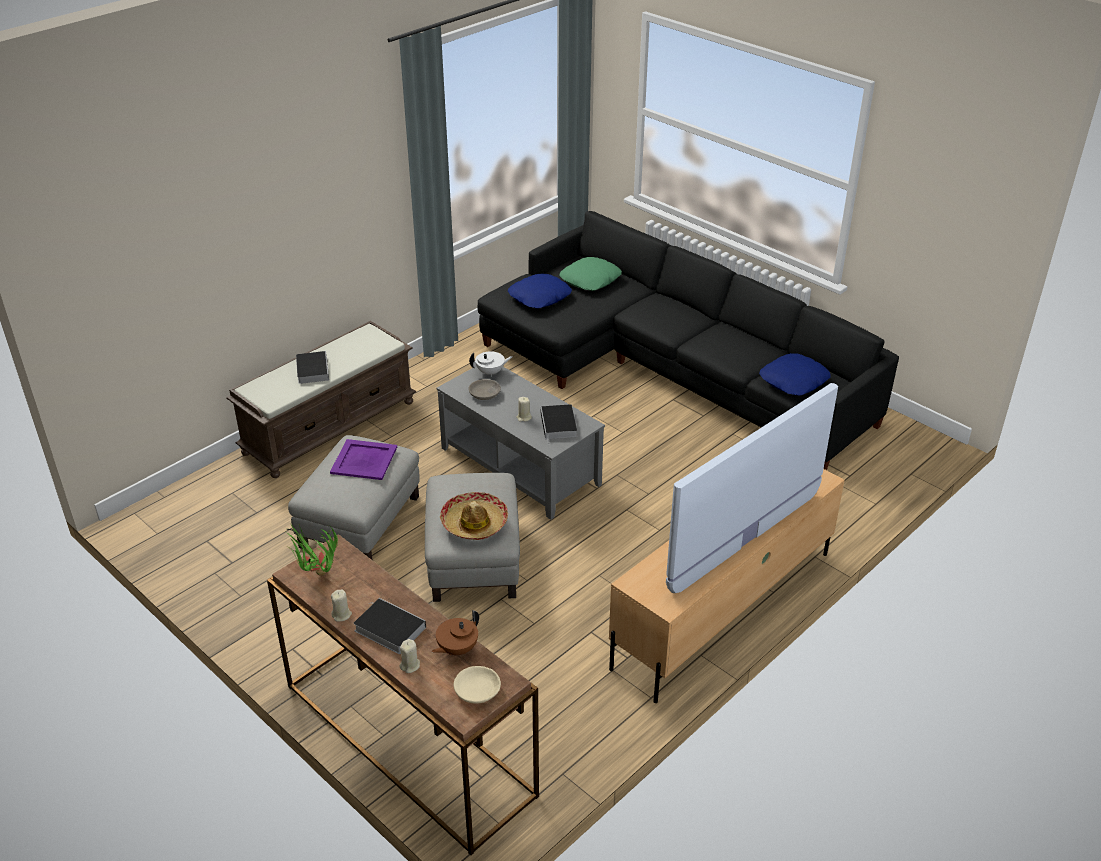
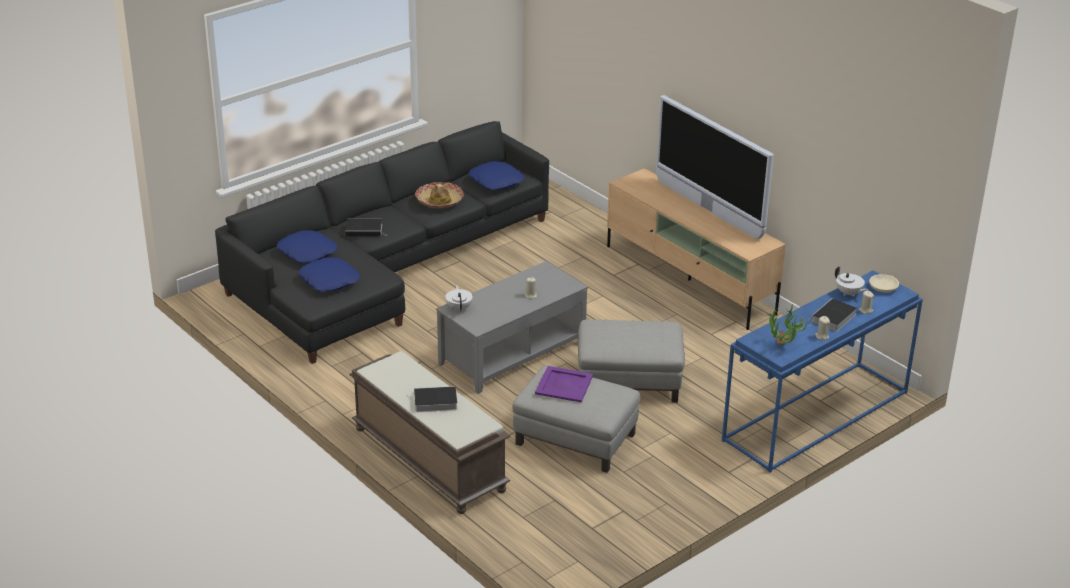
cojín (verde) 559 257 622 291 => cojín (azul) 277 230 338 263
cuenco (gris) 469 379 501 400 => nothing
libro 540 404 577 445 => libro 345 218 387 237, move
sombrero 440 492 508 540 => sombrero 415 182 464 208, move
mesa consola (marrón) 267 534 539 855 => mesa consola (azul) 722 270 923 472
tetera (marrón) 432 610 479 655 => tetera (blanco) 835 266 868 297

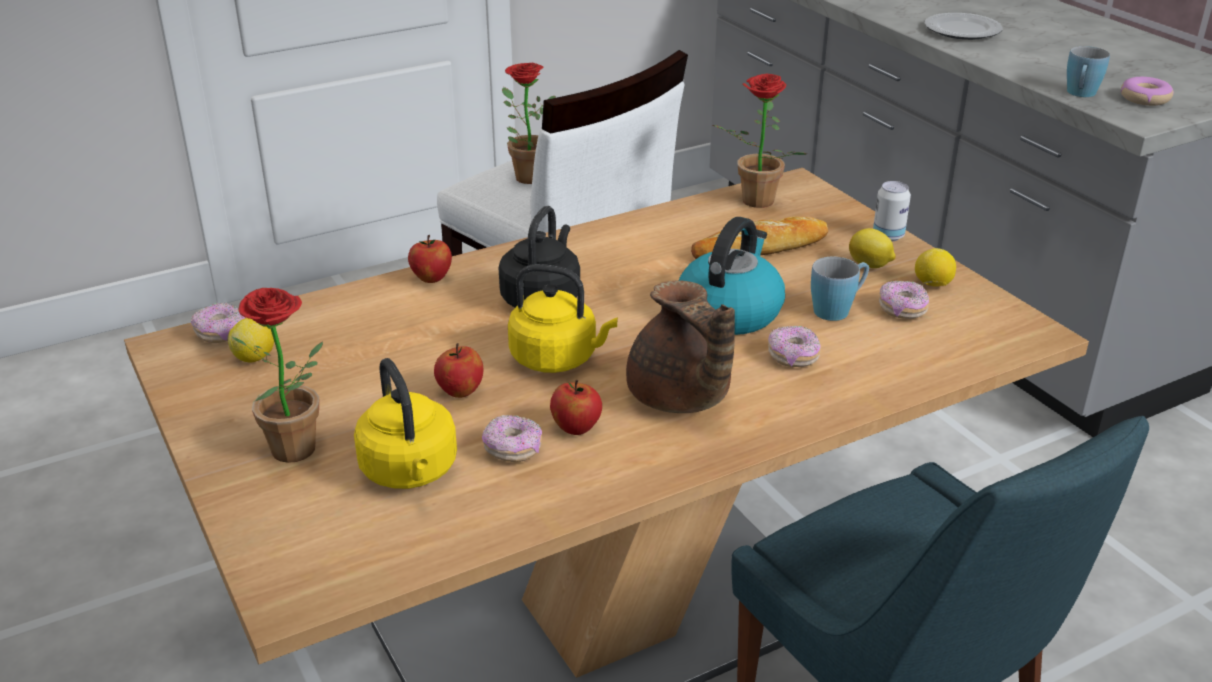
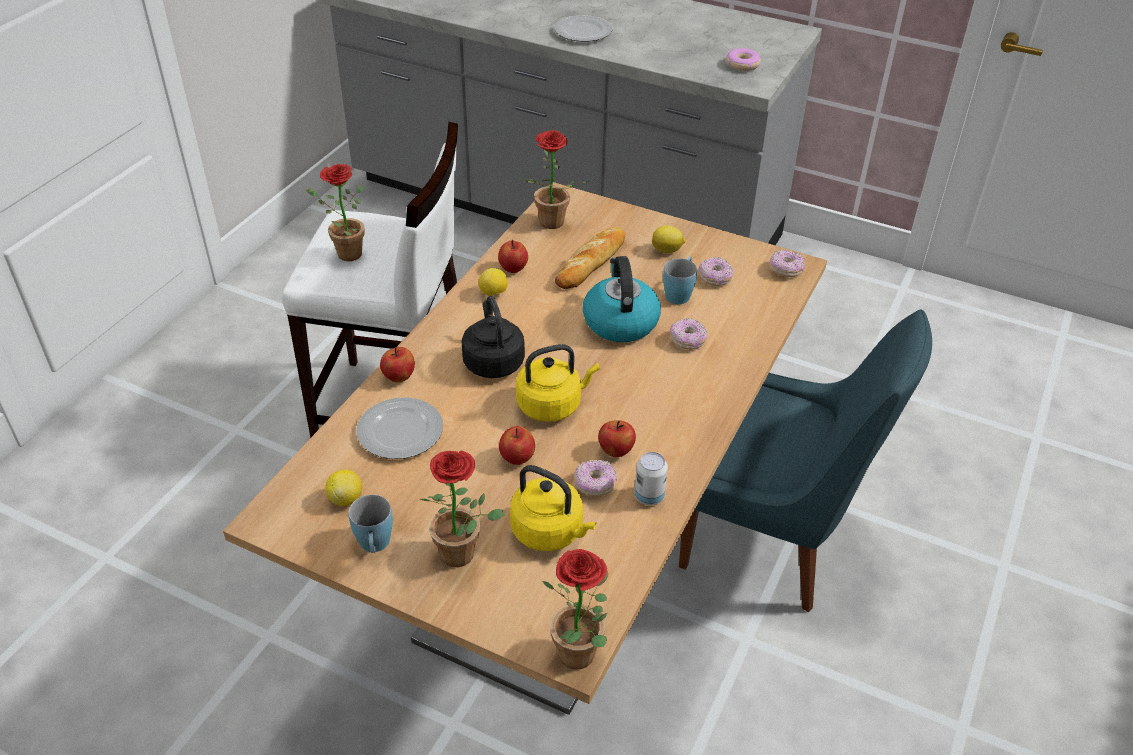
taza grande (azul) 1067 46 1110 97 => taza grande (azul) 348 495 393 553, move
lata 873 181 911 241 => lata 635 452 668 505, move
limón 915 248 956 287 => limón 478 268 508 296, move
tetera (marrón) 626 281 735 413 => nothing
rosquilla 191 303 245 343 => rosquilla 770 250 805 277, move
nothing => manzana 498 239 528 273
nothing => plato 356 397 443 459
nothing => planta en maceta 542 549 608 669

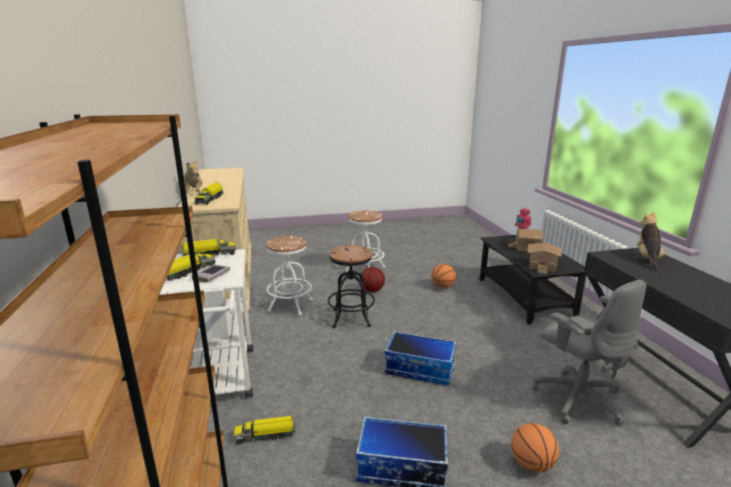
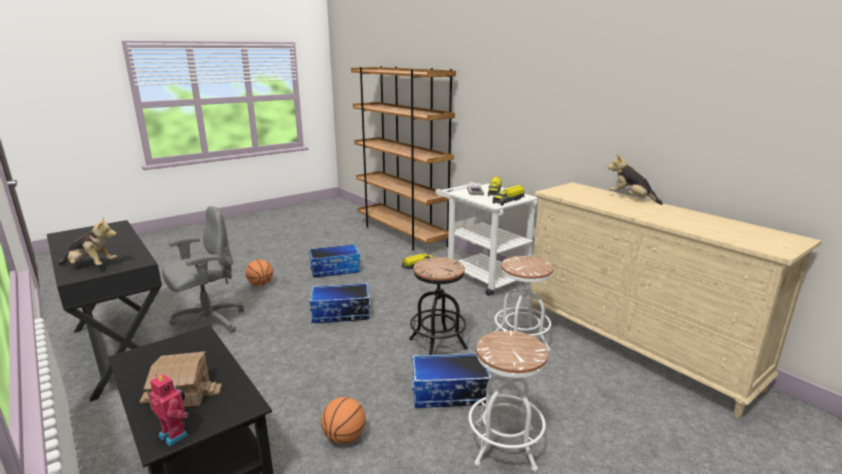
camión de juguete 195 183 224 205 => nothing
peluche 636 212 668 270 => peluche 58 217 117 265, 75 degrees counterclockwise
casita 527 243 562 274 => nothing
balón de baloncesto 360 267 385 292 => caja de almacenaje 411 353 491 408
silla de oficina (gris) 533 280 646 426 => silla de oficina (gris) 162 206 244 334, 105 degrees clockwise

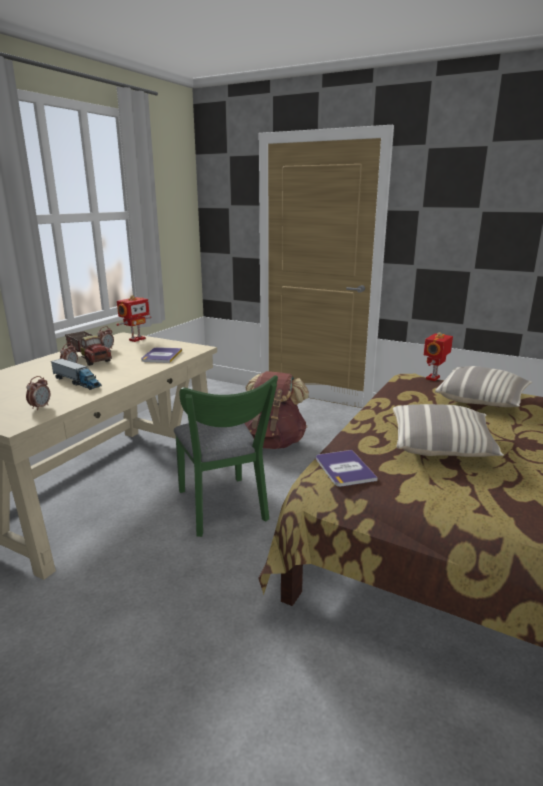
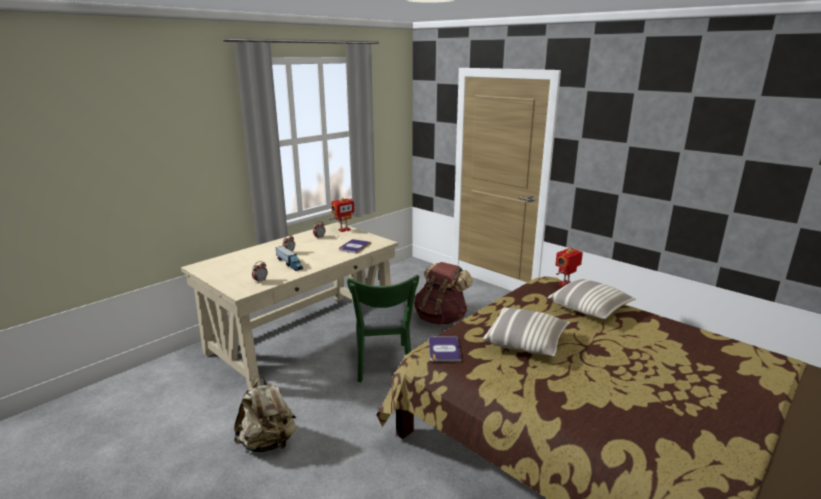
camión de juguete 65 331 112 366 => nothing
nothing => mochila (beis) 234 376 296 452

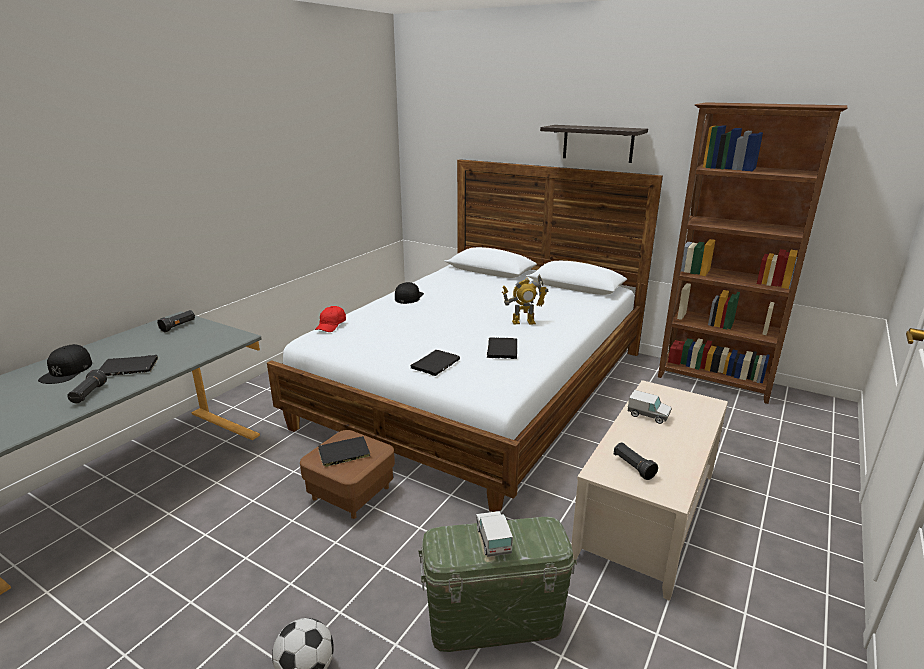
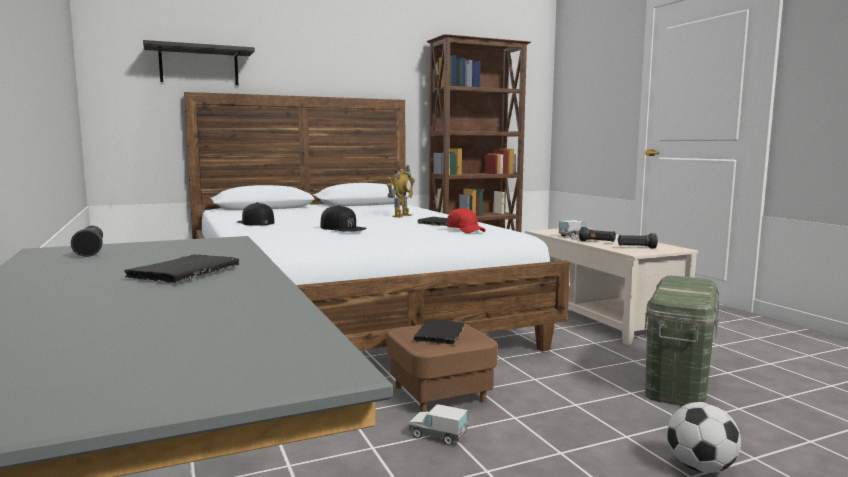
estante 540 125 648 163 => estante 143 40 255 85, move
gorra (rojo) 315 306 346 332 => gorra (rojo) 447 208 486 233, move
gorra (negro) 38 344 92 384 => gorra (negro) 321 205 367 232, move
libro (negro) 410 350 460 376 => nothing
linterna (negro) 67 369 107 403 => linterna (negro) 579 227 616 242, move
camión de juguete 476 511 513 557 => camión de juguete 409 404 468 446, move

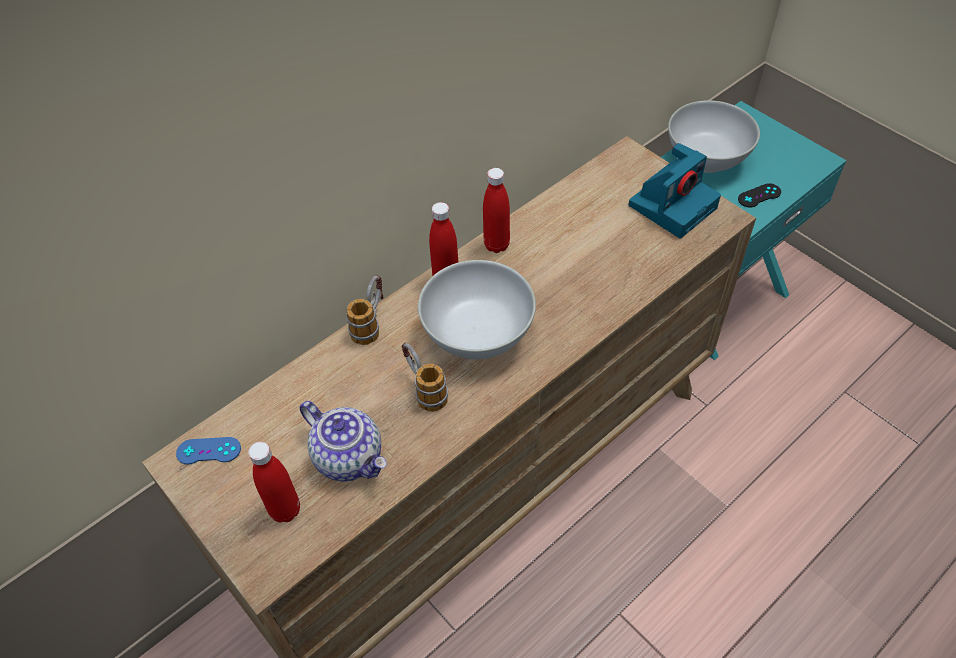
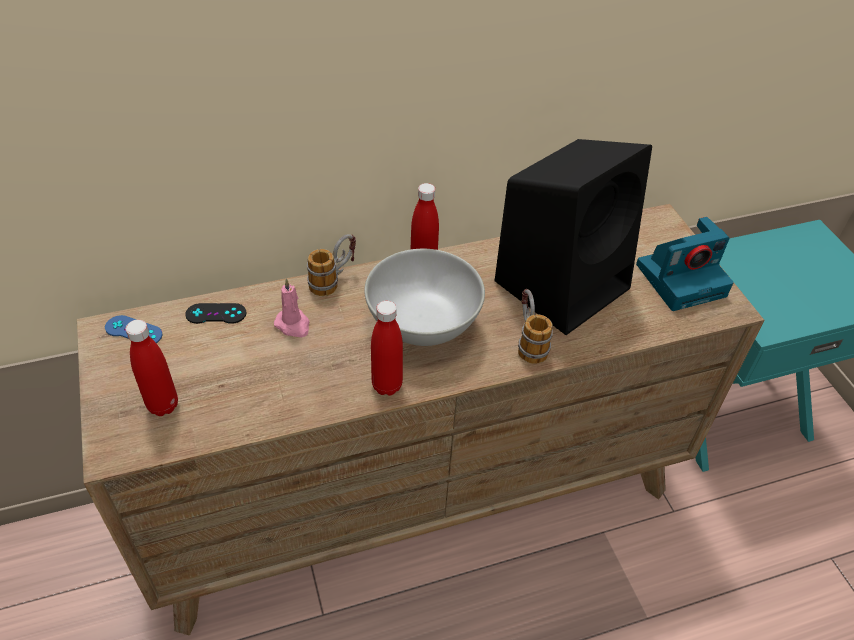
cuenco (blanco) 668 100 760 173 => nothing
botella (rojo) 483 168 510 253 => botella (rojo) 371 301 403 396, move
mando de consola (negro) 738 183 781 208 => mando de consola (negro) 185 303 246 324, move
taza grande 401 342 448 412 => taza grande 518 289 553 364, move
tetera 300 401 387 482 => nothing
nothing => altavoz (negro) 495 139 652 335
nothing => vela (rosa) 274 278 310 337

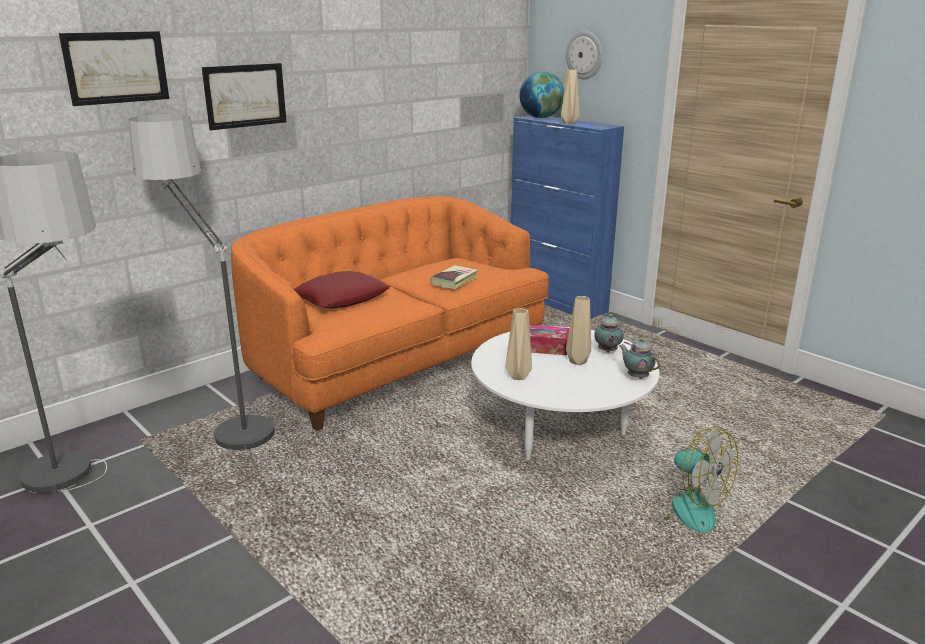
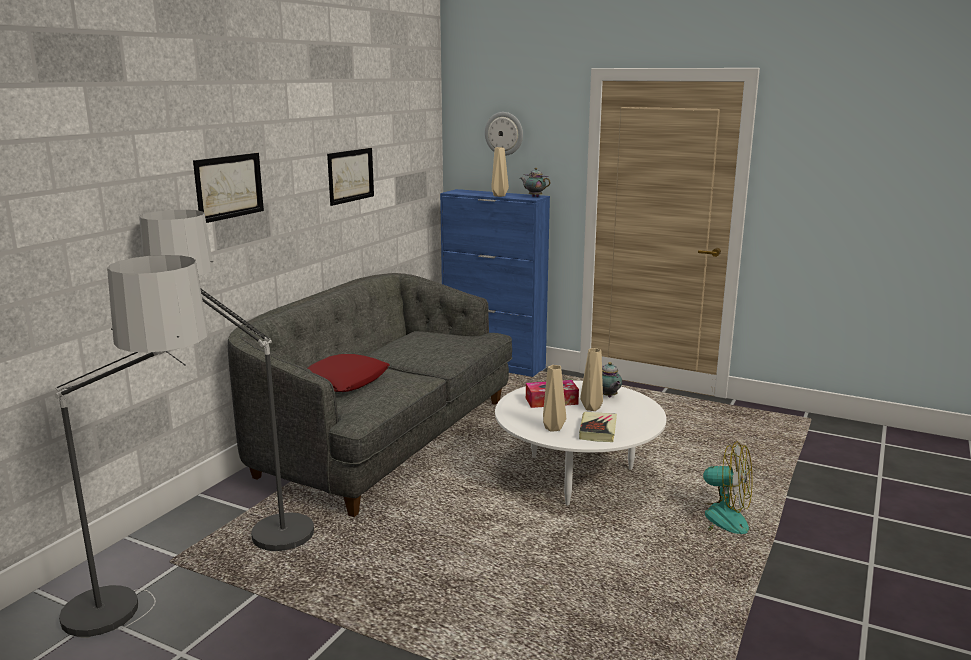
cuadro 59 31 169 106 => cuadro 327 148 374 206, move
globo terráqueo 519 71 564 118 => nothing
sofá (naranja) 231 196 549 431 => sofá (gris) 228 273 512 517
libro 431 265 478 289 => libro 579 412 617 442, move
tetera 619 338 661 379 => tetera 520 168 551 197, move

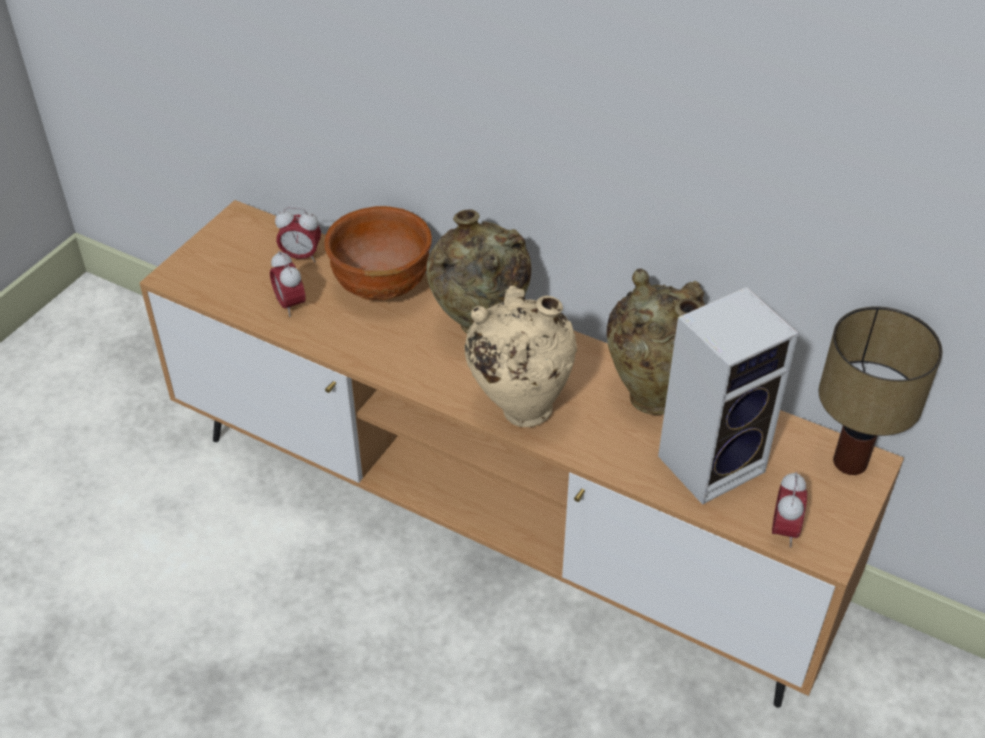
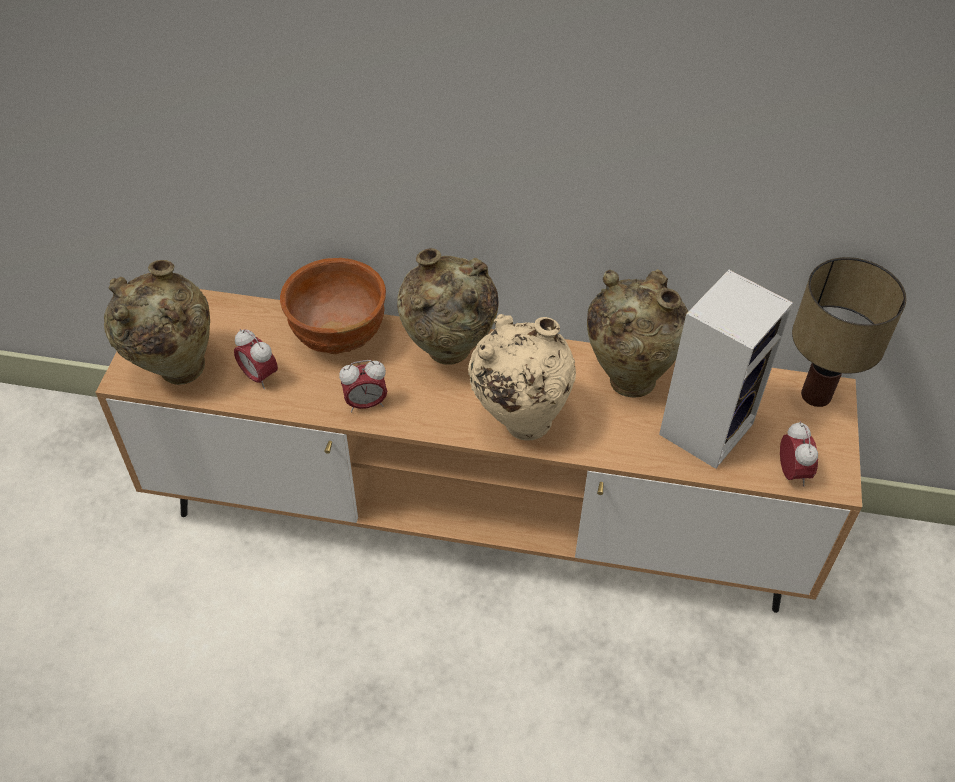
despertador 275 207 321 262 => despertador 339 360 387 412, move
nothing => florero (beis) 104 260 210 385

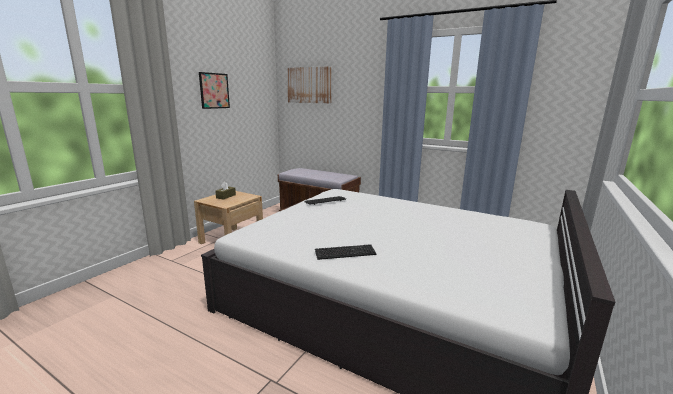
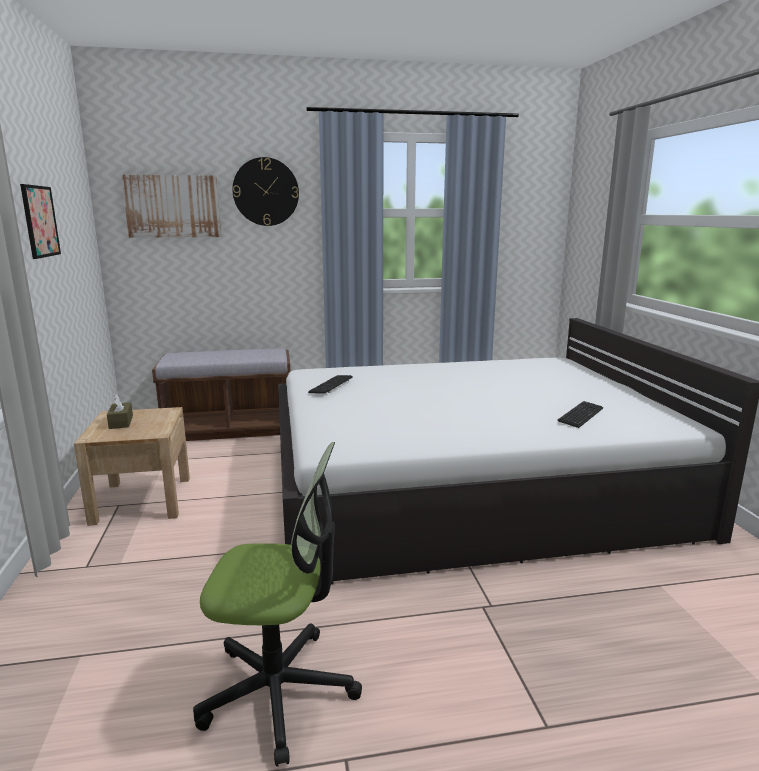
teclado 315 244 376 260 => teclado 558 401 603 428, move
nothing => reloj de pared 233 157 299 226
nothing => silla de oficina 193 442 362 767

